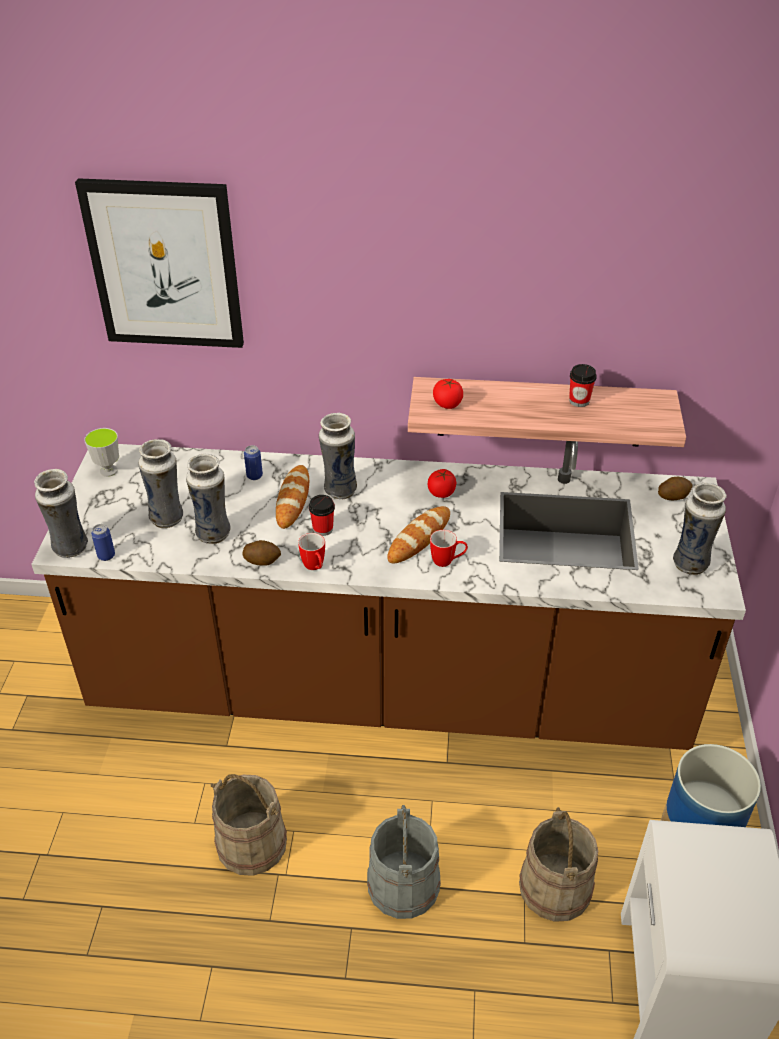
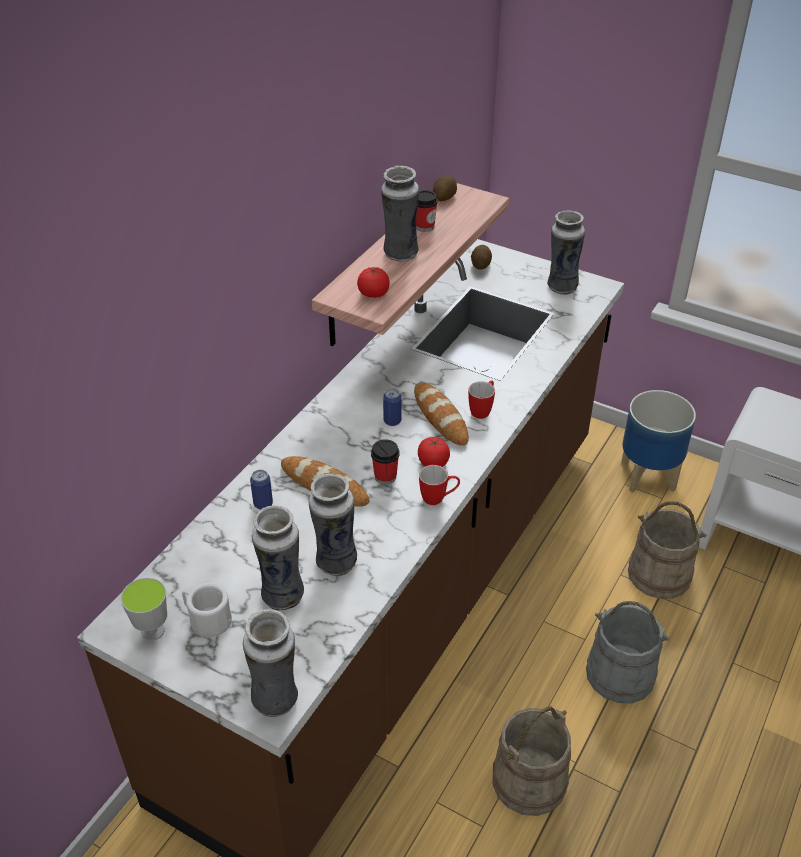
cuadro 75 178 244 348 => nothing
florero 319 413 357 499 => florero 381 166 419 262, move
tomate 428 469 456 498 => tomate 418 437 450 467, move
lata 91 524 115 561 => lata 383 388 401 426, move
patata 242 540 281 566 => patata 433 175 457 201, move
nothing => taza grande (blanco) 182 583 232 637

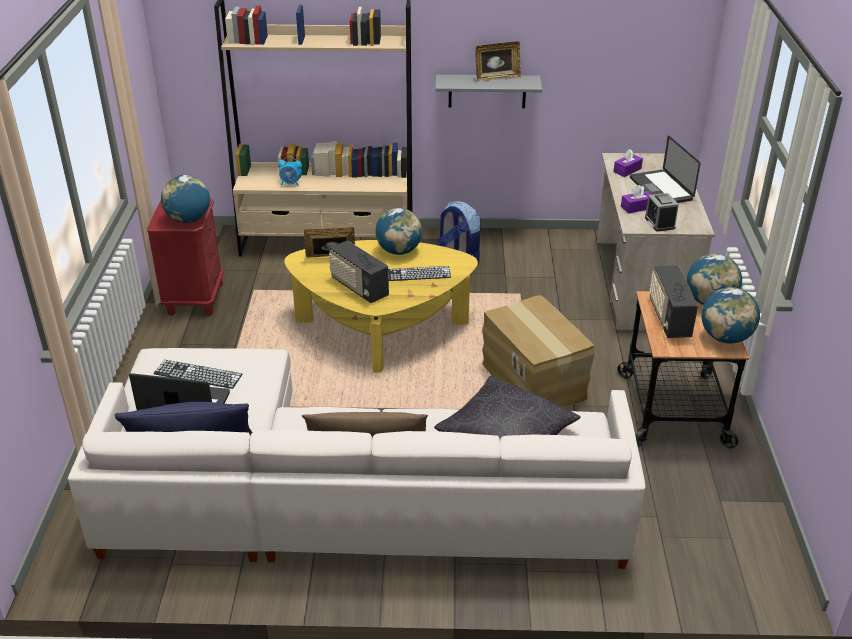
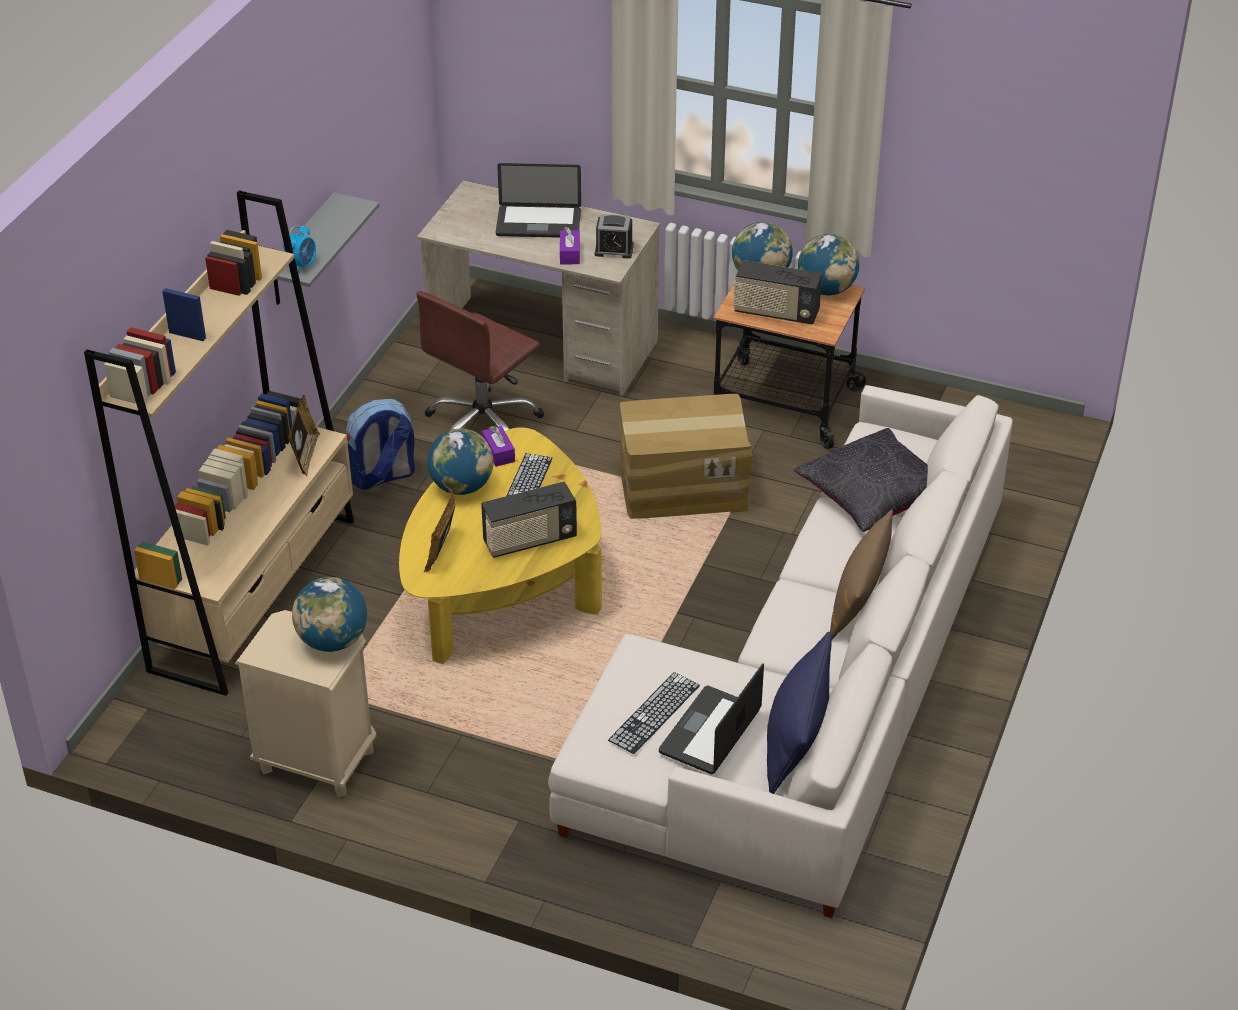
portarretratos 476 41 521 82 => portarretratos 288 395 320 476, move
caja de pañuelos (morado) 613 149 643 177 => caja de pañuelos (morado) 482 426 515 467, move
despertador 278 156 302 186 => despertador 283 225 316 274, move
mesita de noche (rojo) 147 199 224 316 => mesita de noche (beis) 235 610 377 797
nothing => silla de oficina (marrón) 416 291 544 431

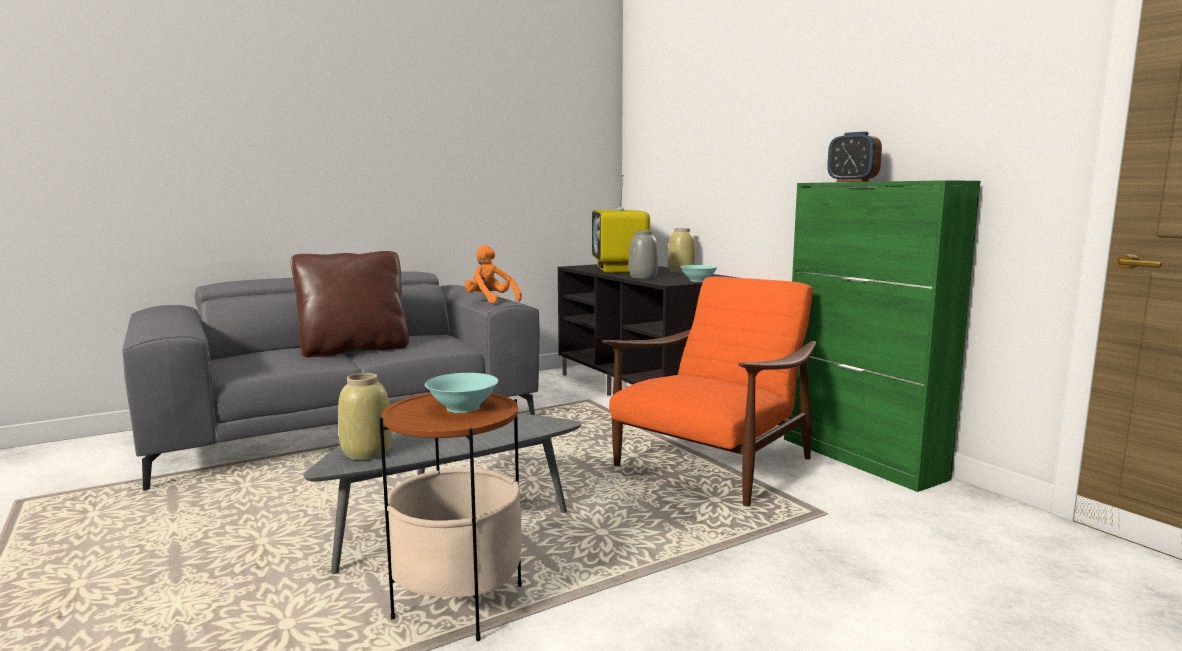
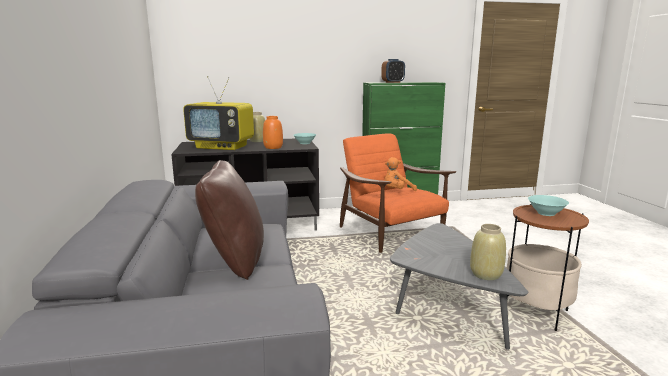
florero (gris) 629 230 658 279 => florero (naranja) 263 116 283 149
peluche (naranja) 464 245 522 304 => peluche (naranja) 384 157 417 191, move

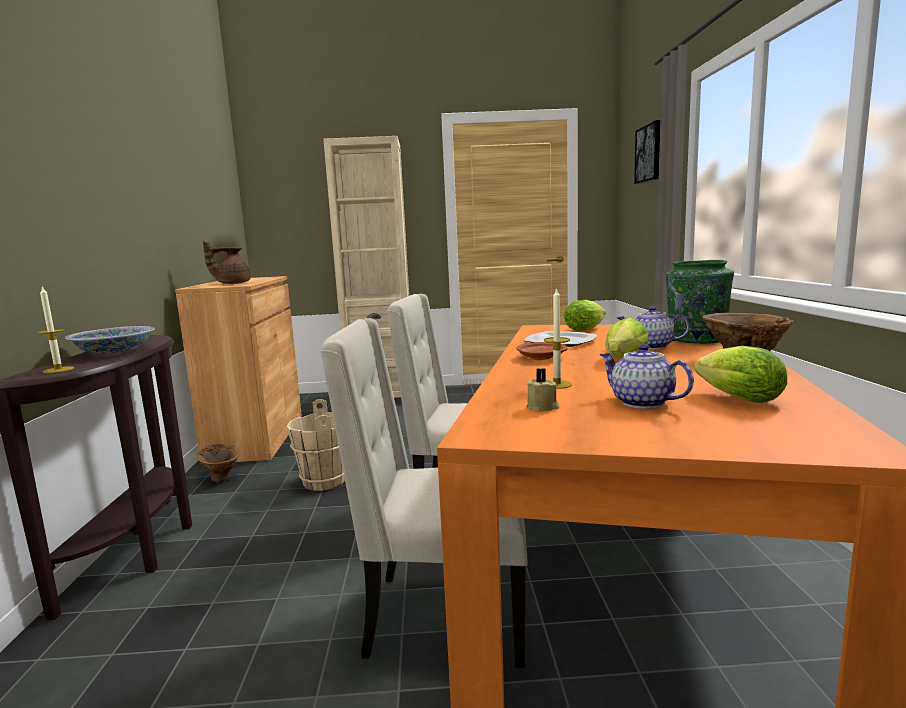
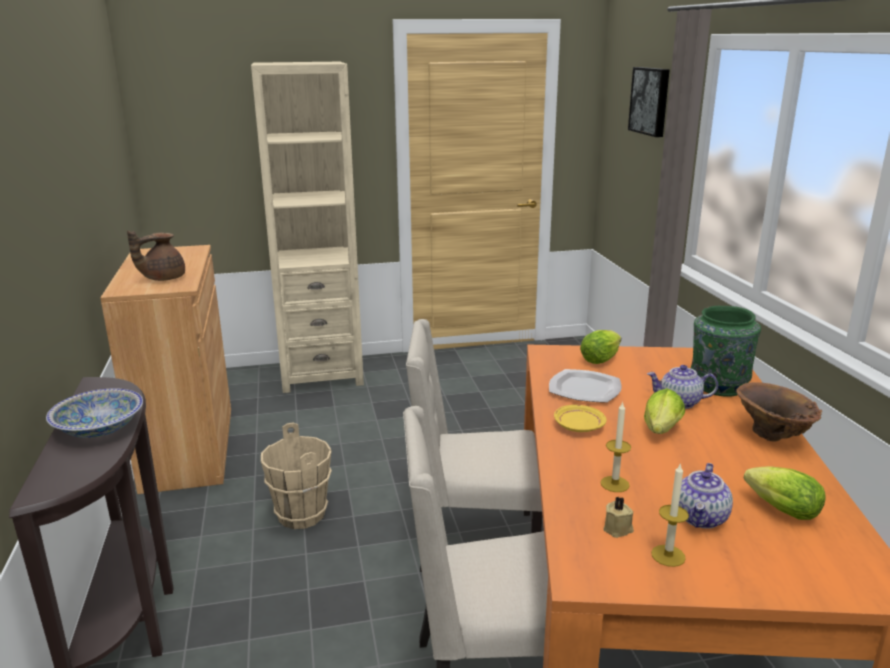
vela 37 286 74 373 => vela 651 464 689 567, move
plato (marrón) 516 342 568 360 => plato (amarillo) 554 405 607 432
tetera 600 344 694 409 => tetera 679 463 733 529, 105 degrees counterclockwise
florero (marrón) 196 444 240 483 => nothing

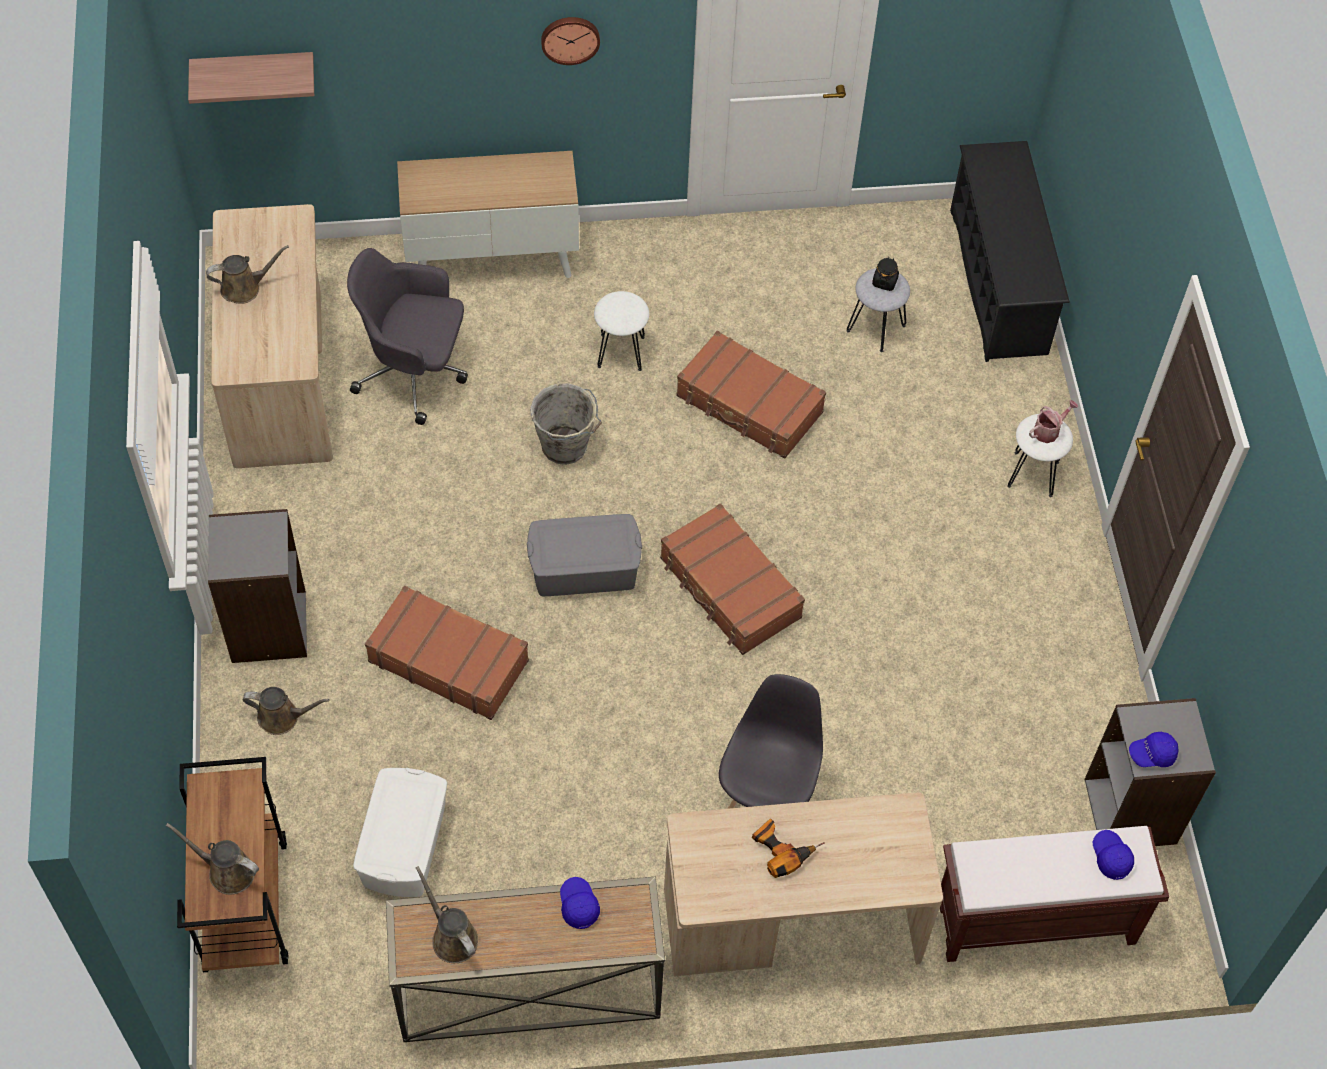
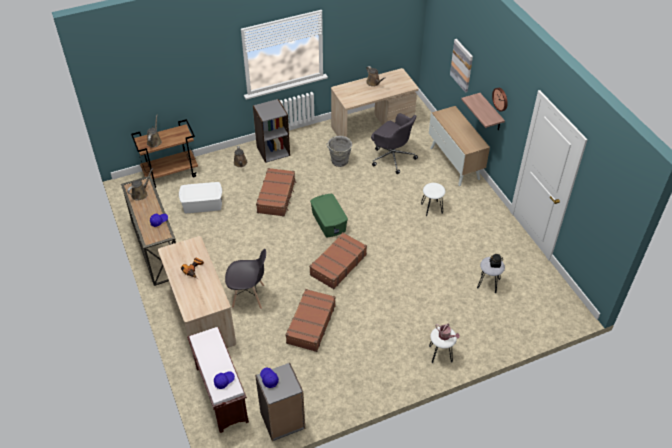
estante 188 52 314 104 => estante 461 93 505 130, move
zapatero (negro) 950 141 1070 362 => nothing
silla de oficina (gris) 347 248 468 425 => silla de oficina (gris) 371 113 418 174, 135 degrees clockwise
maleta (marrón) 676 331 826 459 => maleta (marrón) 285 289 336 352, move
cubo (gris) 530 383 602 465 => cubo (gris) 326 136 352 167, move
caja de almacenaje (gris) 527 514 642 596 => caja de almacenaje (verde) 310 194 348 237
nothing => cuadro 450 39 473 93

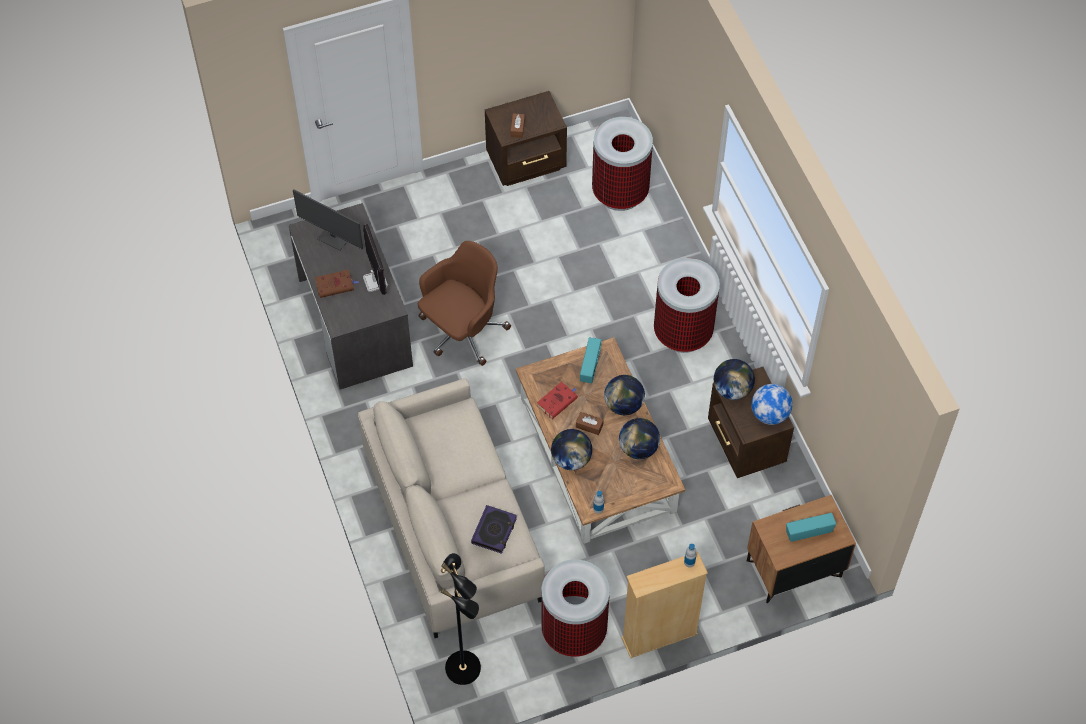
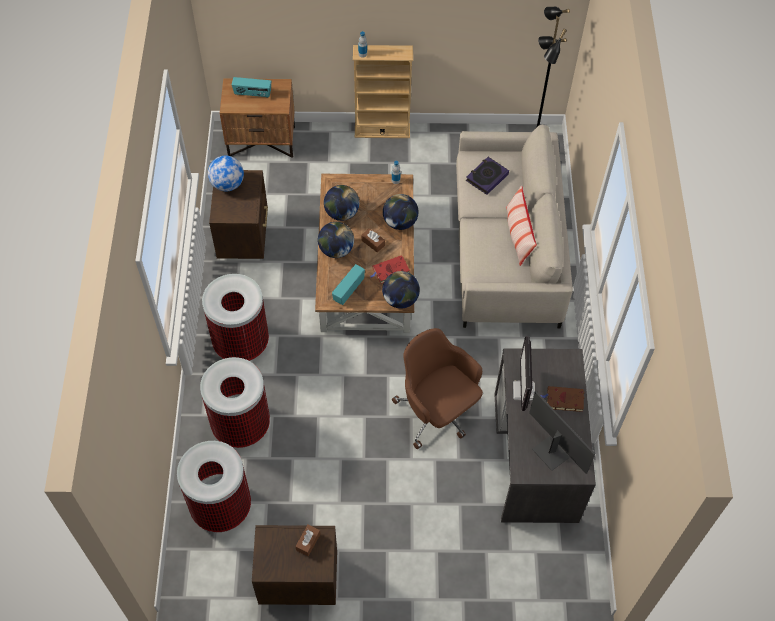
silla de oficina (marrón) 418 241 511 366 => silla de oficina (marrón) 392 328 483 449, 75 degrees clockwise
globo terráqueo 714 359 755 400 => globo terráqueo 382 271 420 309, move
papelera 542 559 610 657 => papelera 200 357 270 448, move
nothing => cojín 506 185 537 266

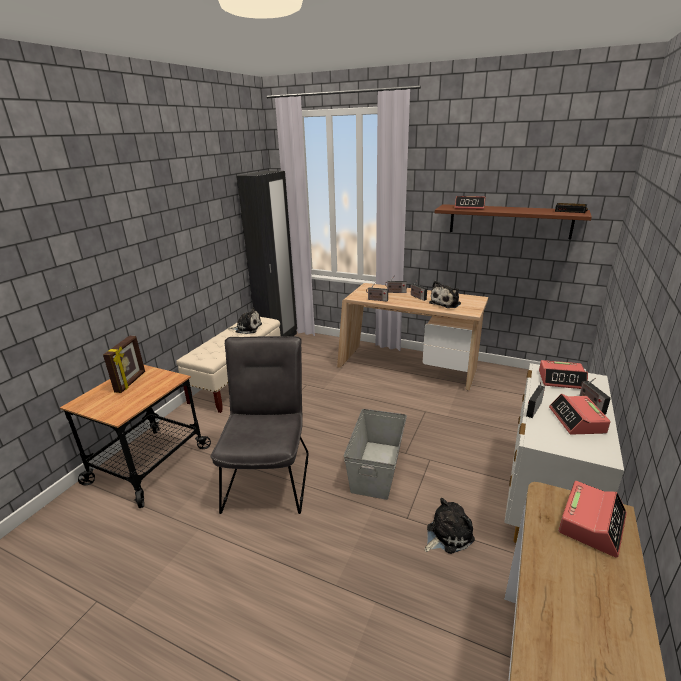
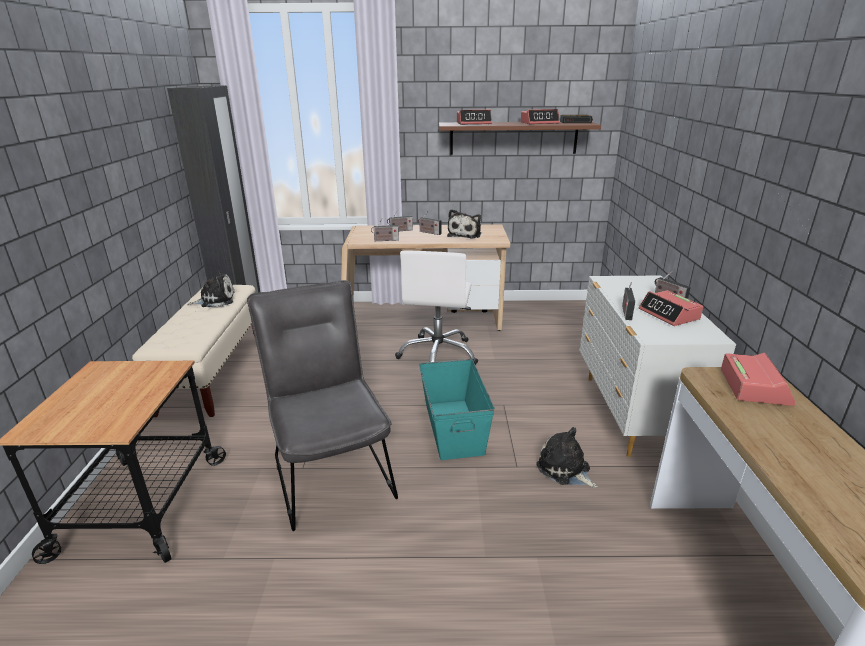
portarretratos 103 336 145 393 => nothing
despertador 539 360 588 389 => despertador 521 109 560 125, move
caja de almacenaje (gris) 344 409 407 500 => caja de almacenaje (turquesa) 419 359 495 460
peluche 424 498 475 554 => peluche 536 427 598 488, 75 degrees counterclockwise
nothing => silla de oficina (blanco) 395 251 478 365

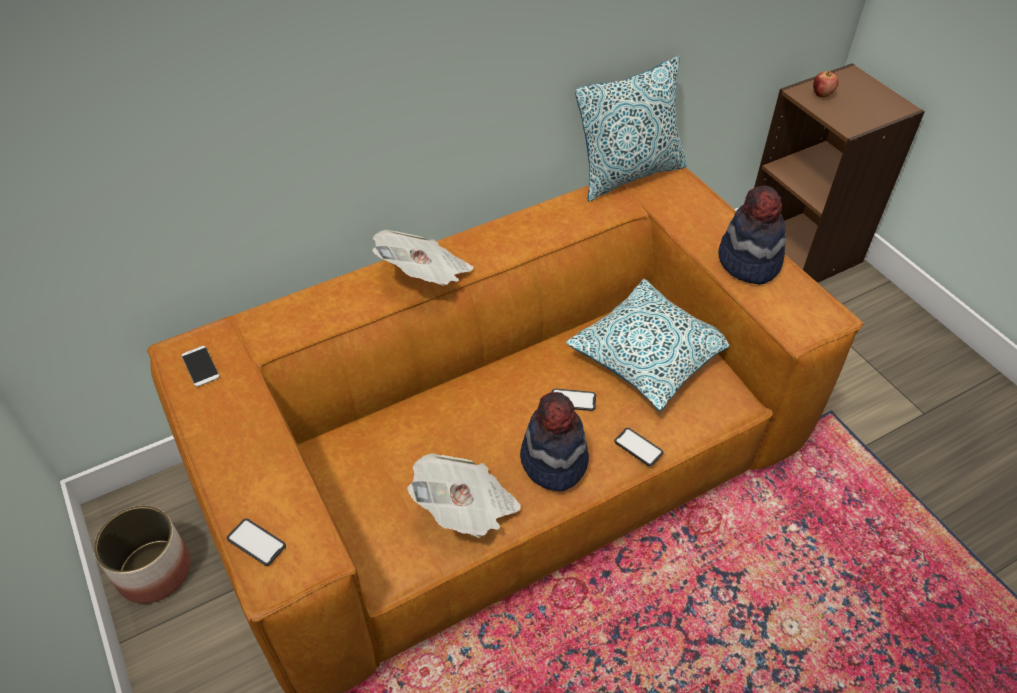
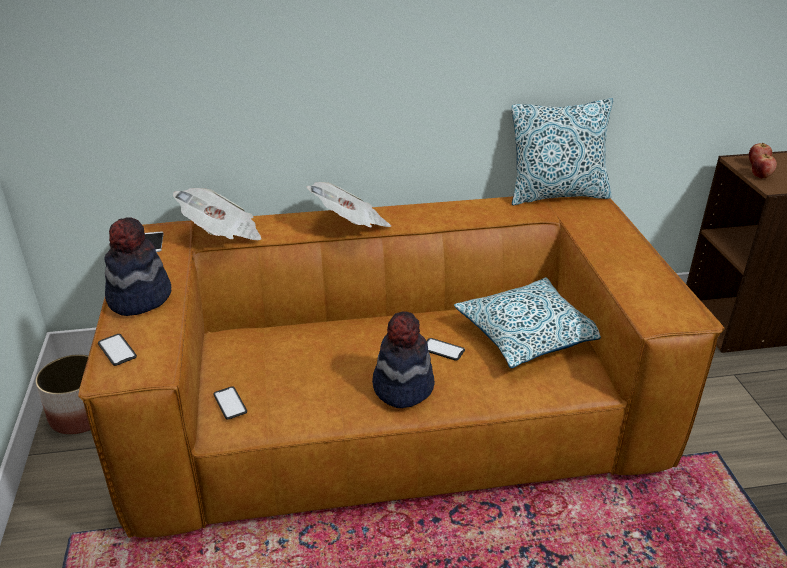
sombrero 718 186 786 285 => sombrero 104 218 171 316, move
móvil 614 428 663 466 => móvil 213 386 247 420, move
periódico 407 453 521 537 => periódico 173 188 261 240, move
nothing => manzana 752 154 777 178

